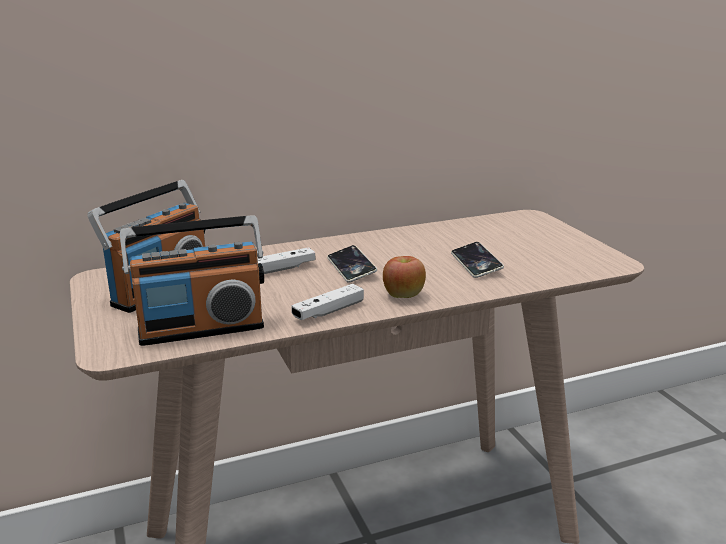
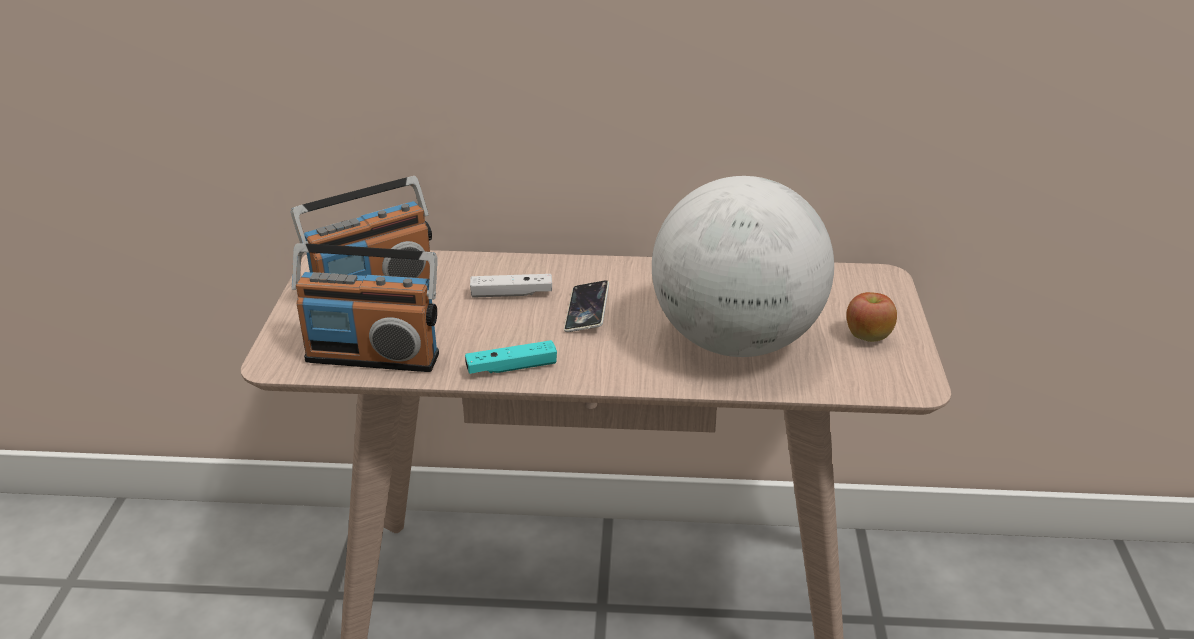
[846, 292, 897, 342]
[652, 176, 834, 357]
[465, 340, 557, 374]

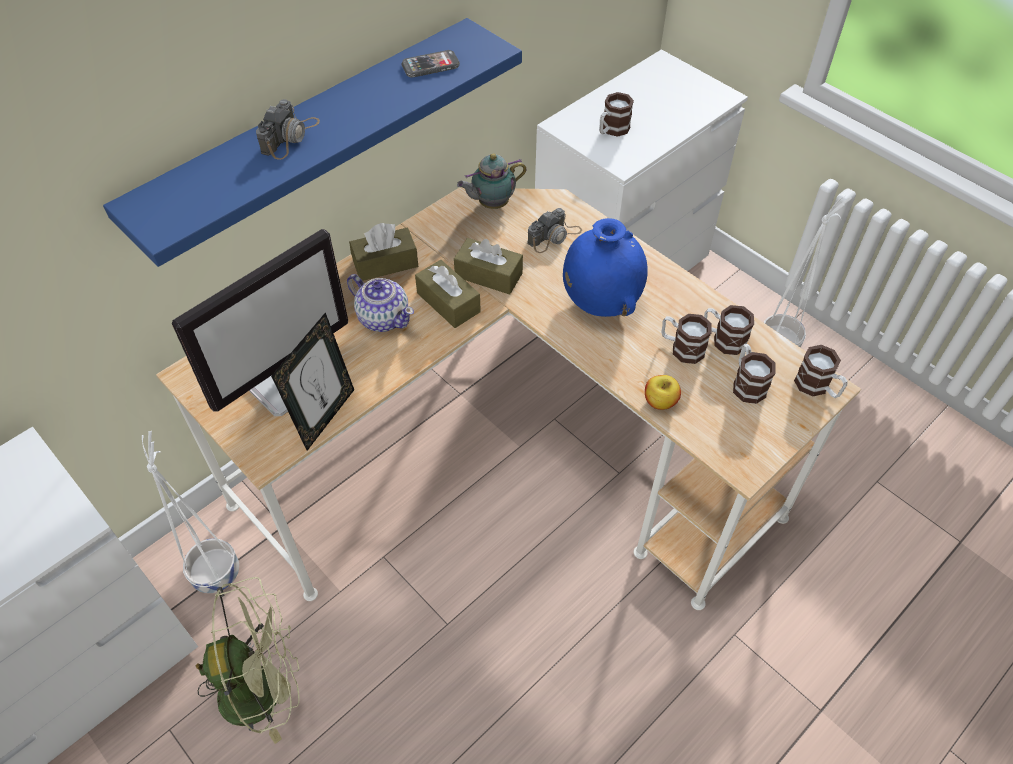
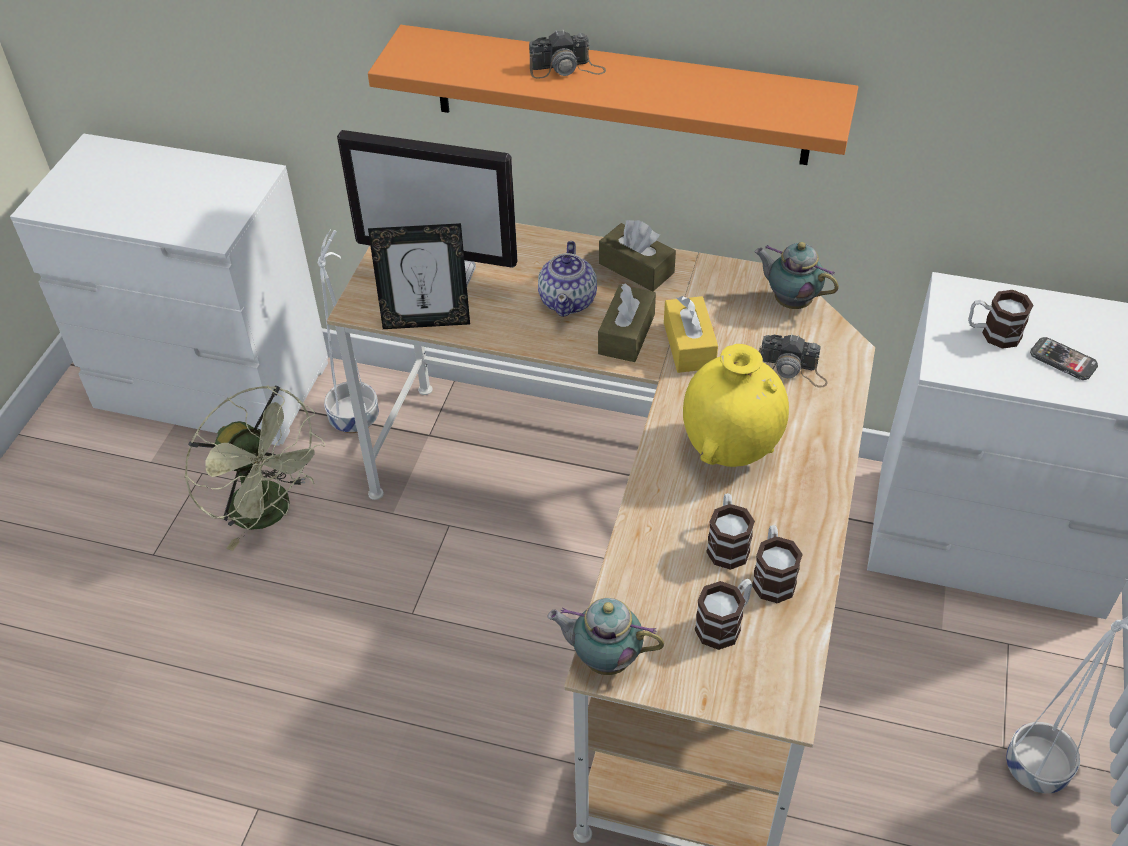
[645, 375, 681, 410] (first image)
[794, 345, 848, 398] (first image)
[548, 598, 664, 675]
[1030, 337, 1098, 380]
[368, 25, 858, 165]
[664, 296, 718, 373]
[683, 344, 789, 467]

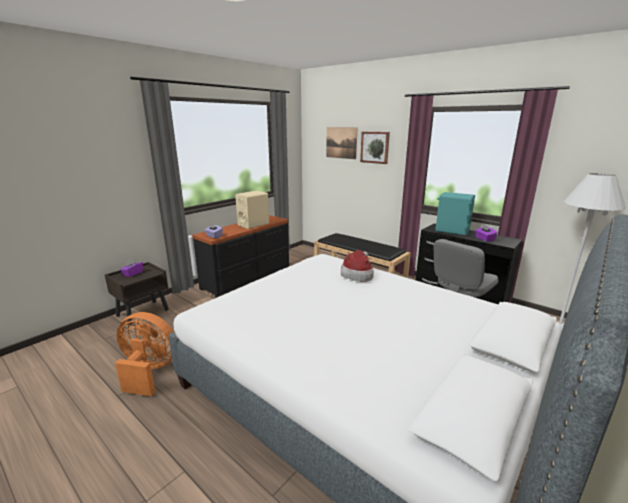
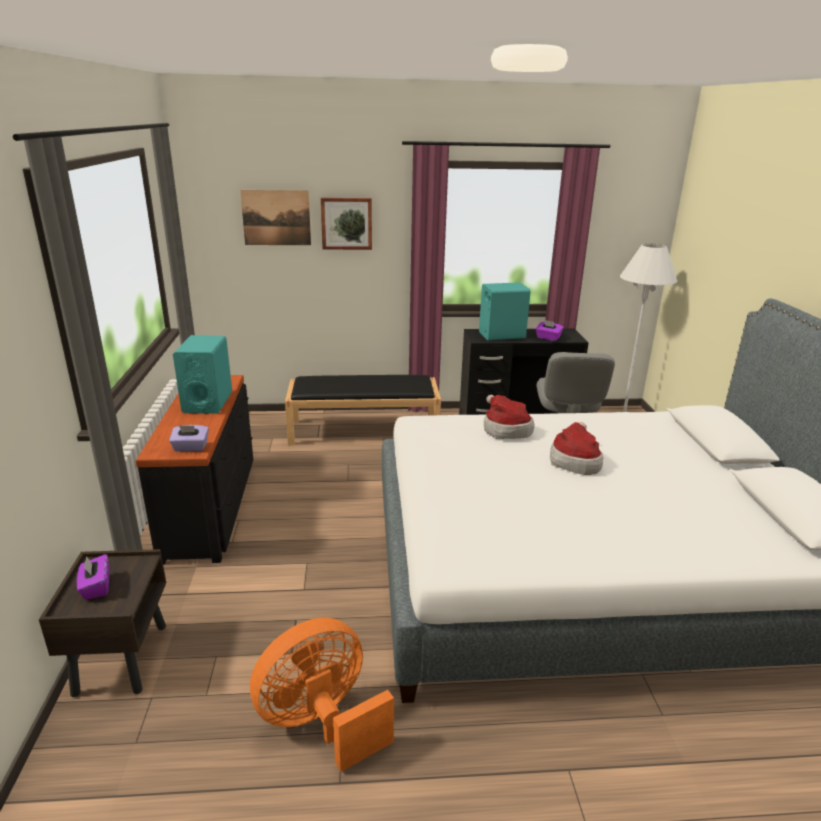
[550, 422, 603, 475]
[173, 335, 232, 414]

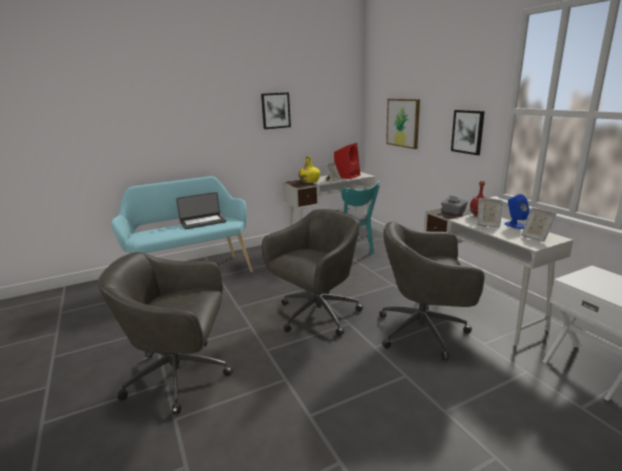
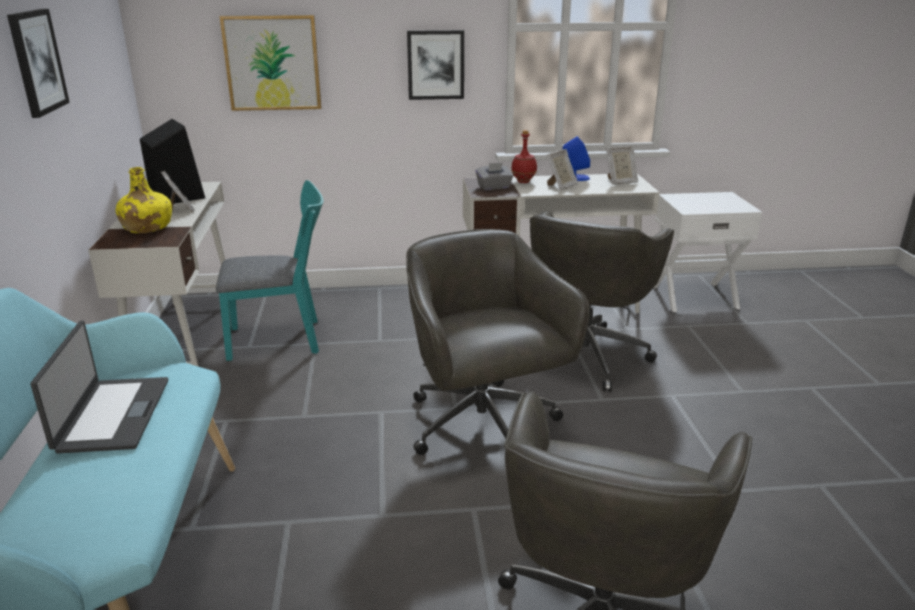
[140, 119, 205, 204]

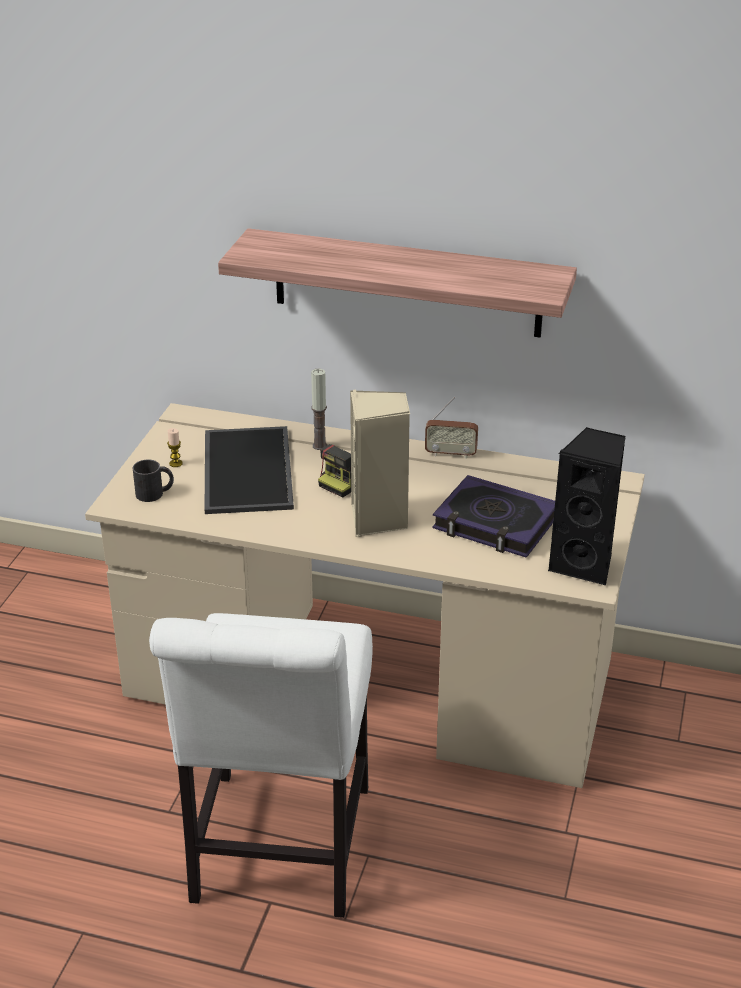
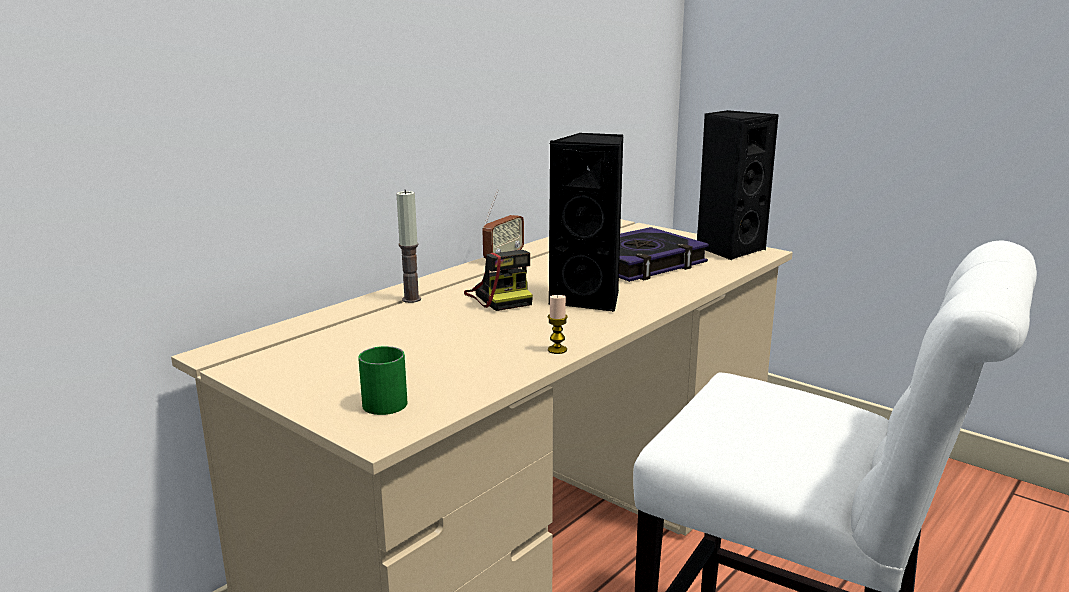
[204, 426, 294, 514] (first image)
[218, 228, 577, 338] (first image)
[548, 295, 568, 354]
[358, 346, 408, 415]
[548, 133, 623, 312]

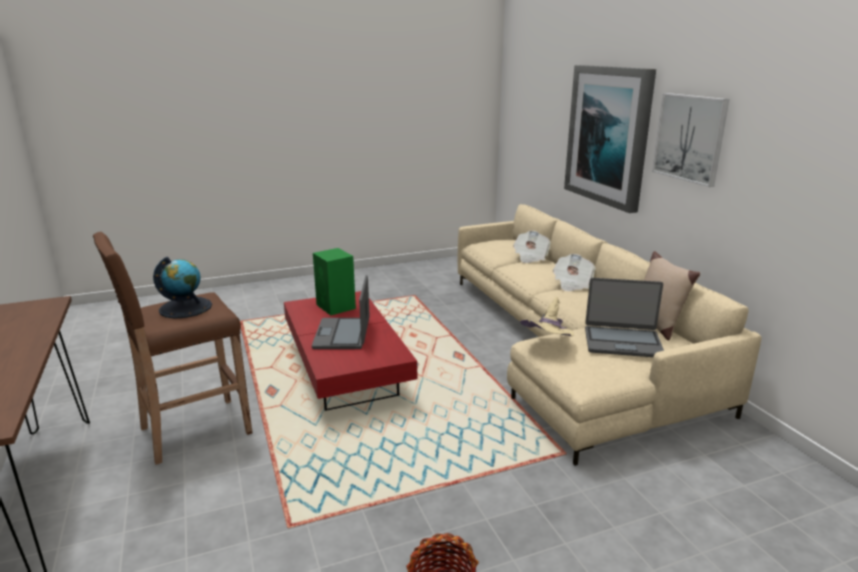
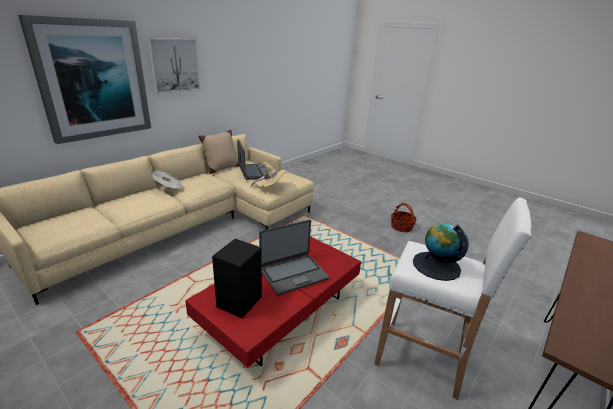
[513, 231, 551, 263] (first image)
[374, 197, 532, 400]
[212, 239, 262, 318]

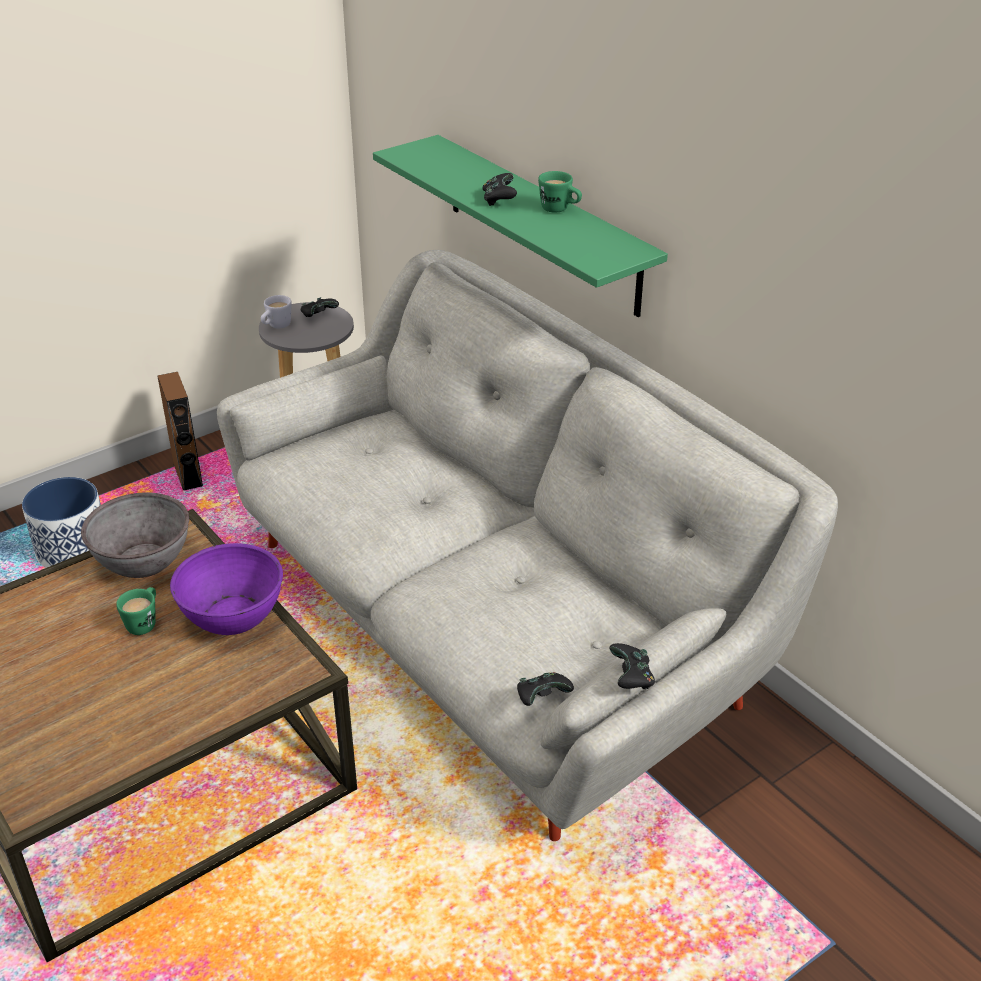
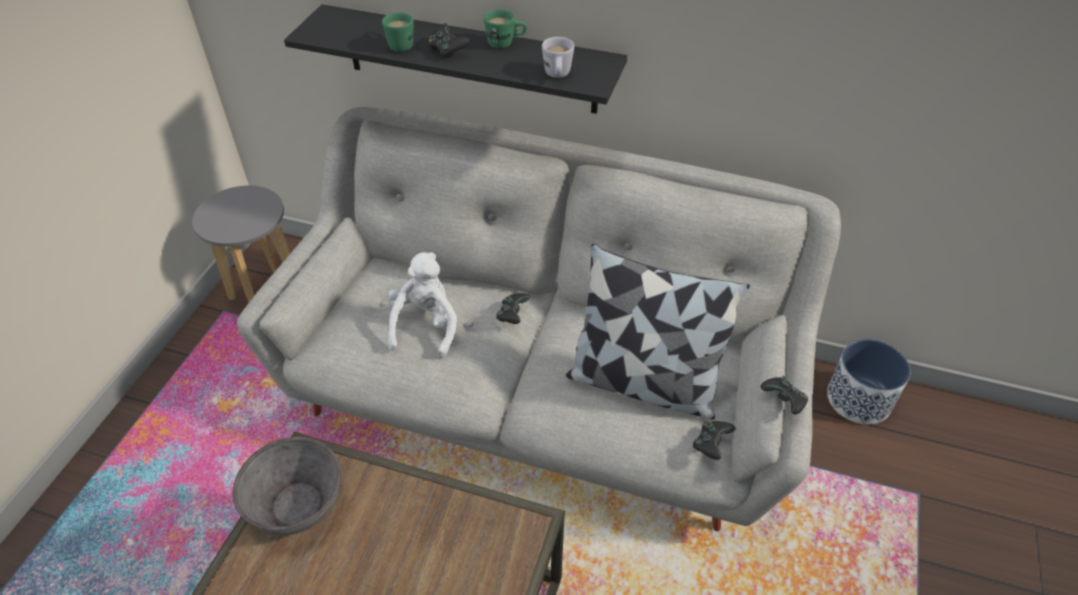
[157, 372, 203, 490] (first image)
[170, 543, 283, 635] (first image)
[388, 252, 457, 358]
[566, 244, 750, 419]
[827, 339, 910, 424]
[382, 12, 414, 52]
[542, 37, 574, 78]
[496, 293, 530, 324]
[284, 4, 627, 114]

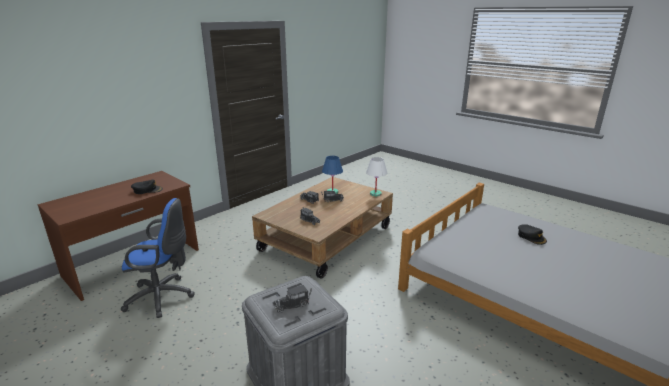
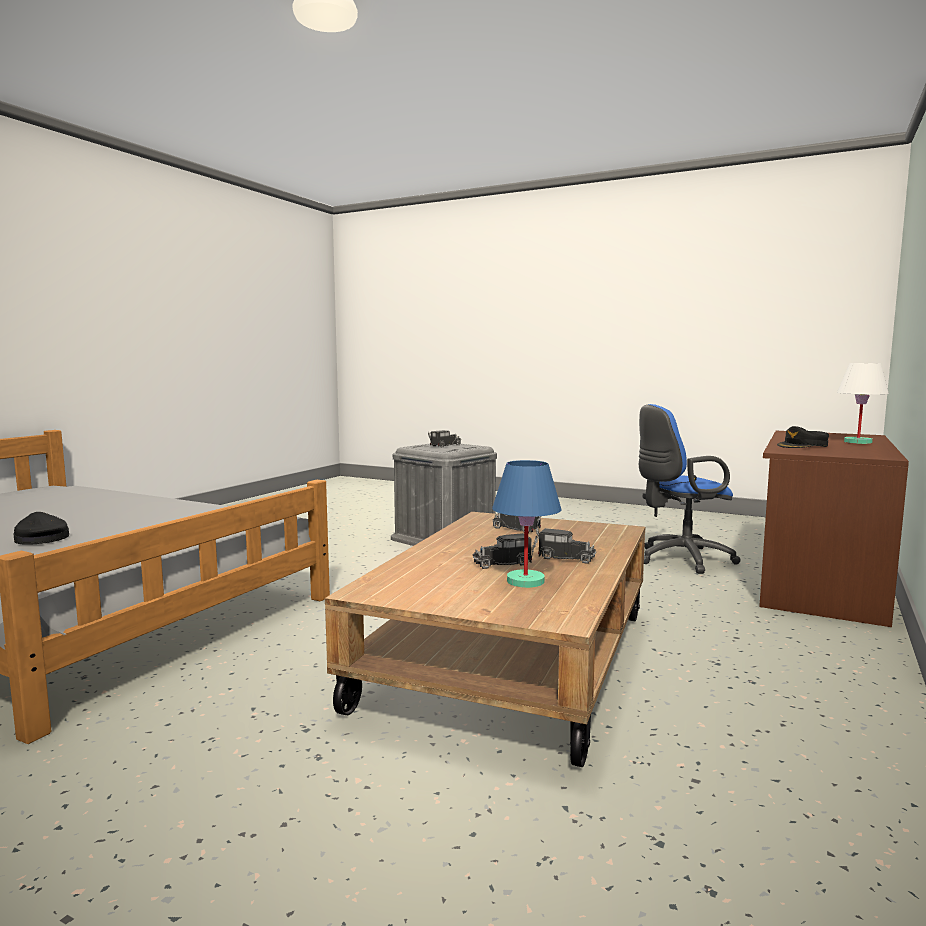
[837, 363, 889, 444]

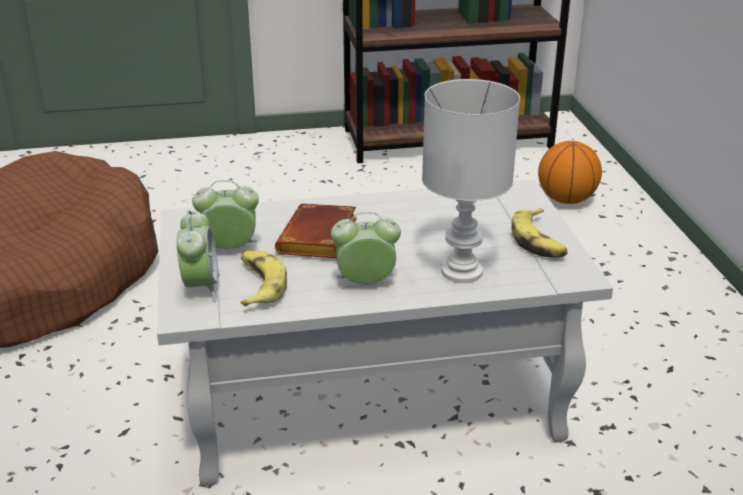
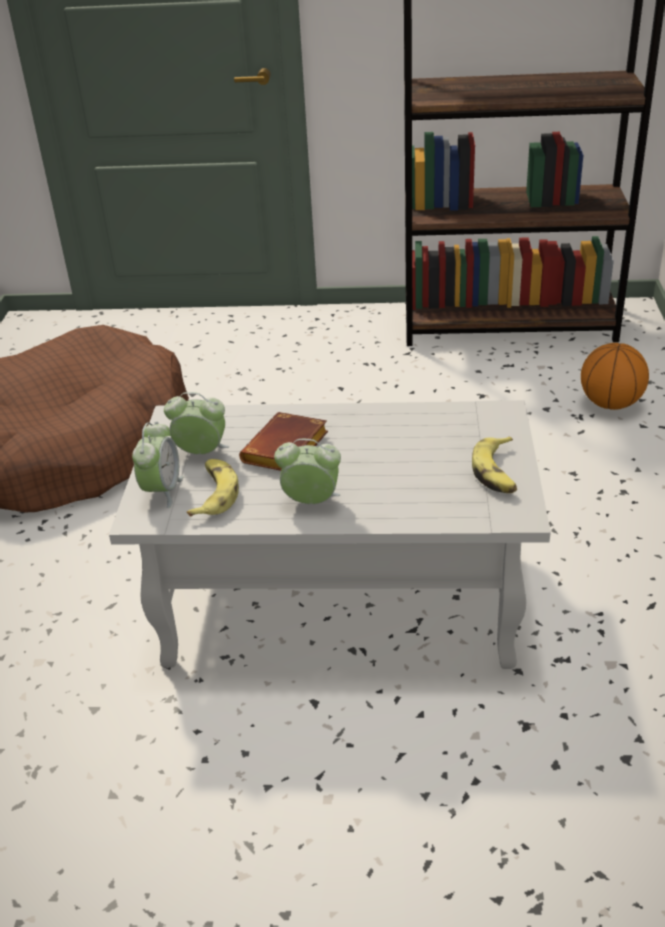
[422, 79, 520, 283] (first image)

